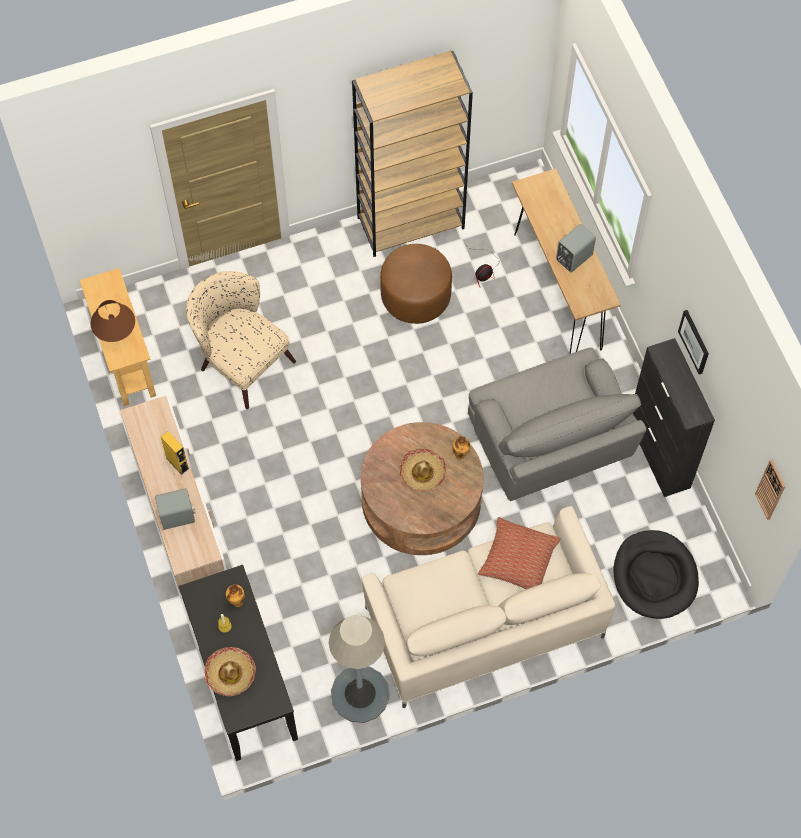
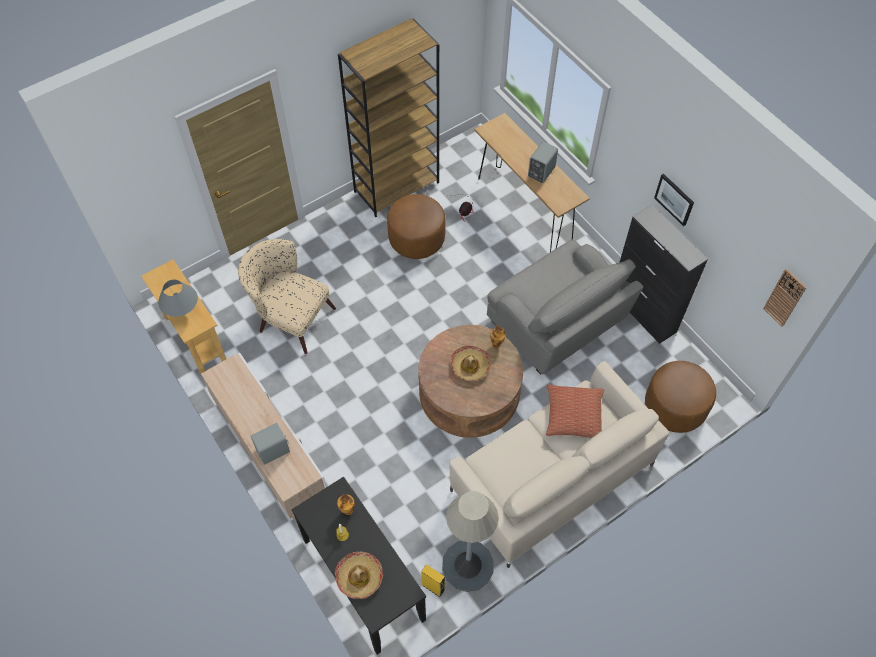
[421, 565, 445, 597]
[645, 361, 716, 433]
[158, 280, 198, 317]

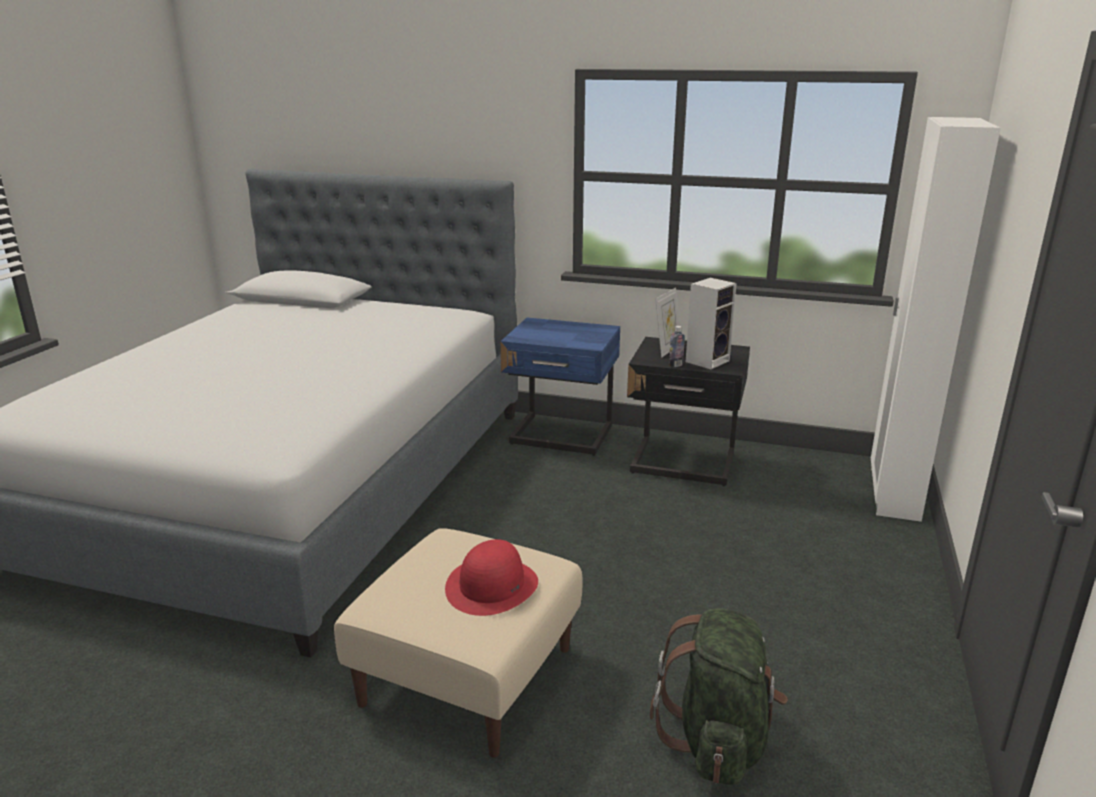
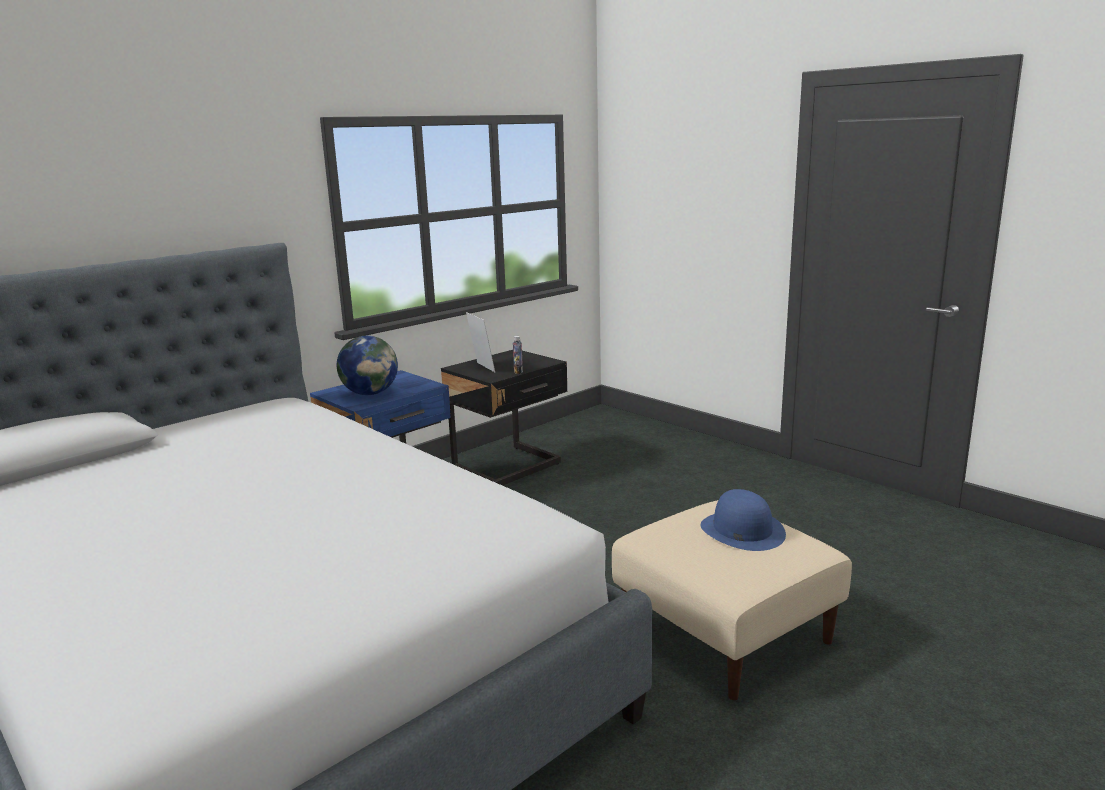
[650, 608, 788, 785] (first image)
[686, 278, 737, 369] (first image)
[871, 117, 1001, 522] (first image)
[337, 336, 398, 395]
[701, 489, 786, 551]

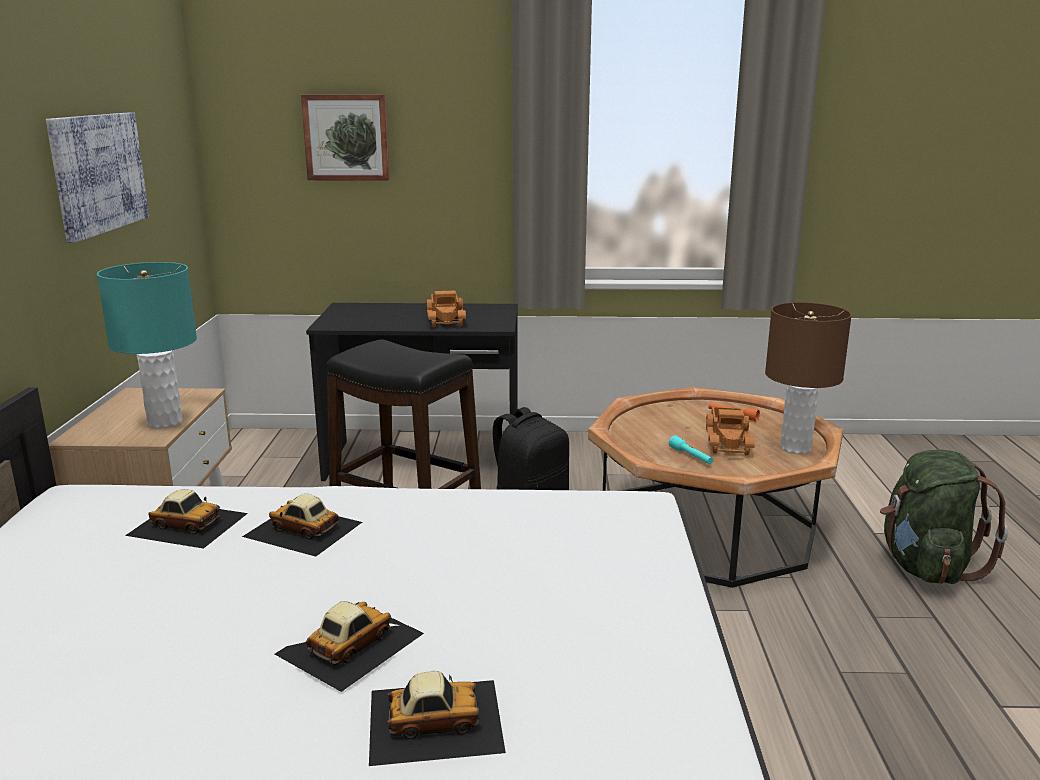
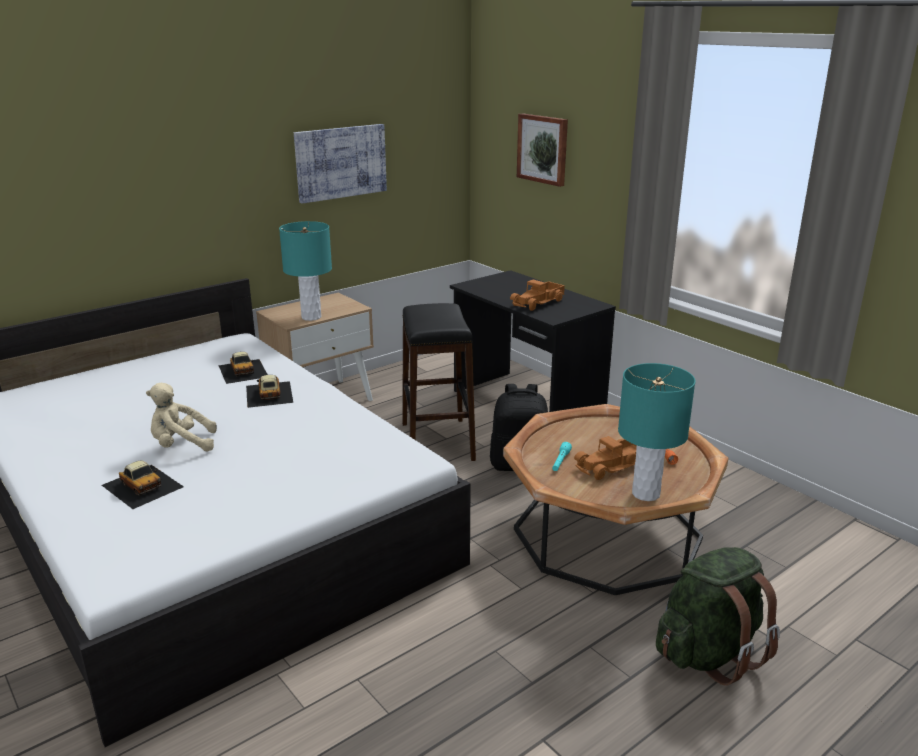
[146, 383, 217, 451]
[618, 363, 696, 501]

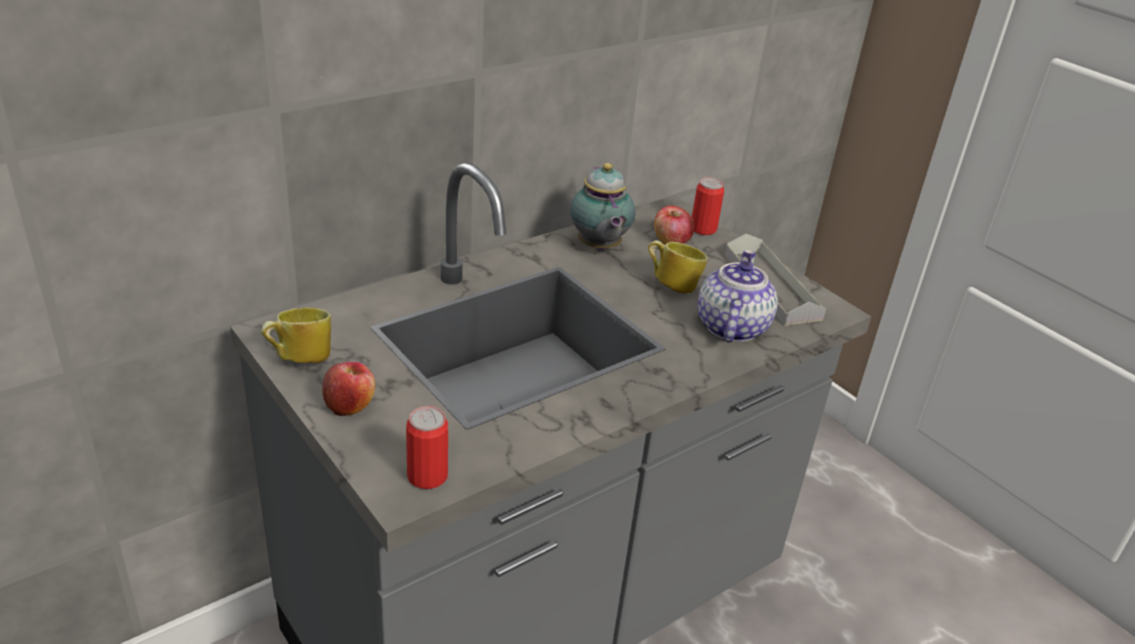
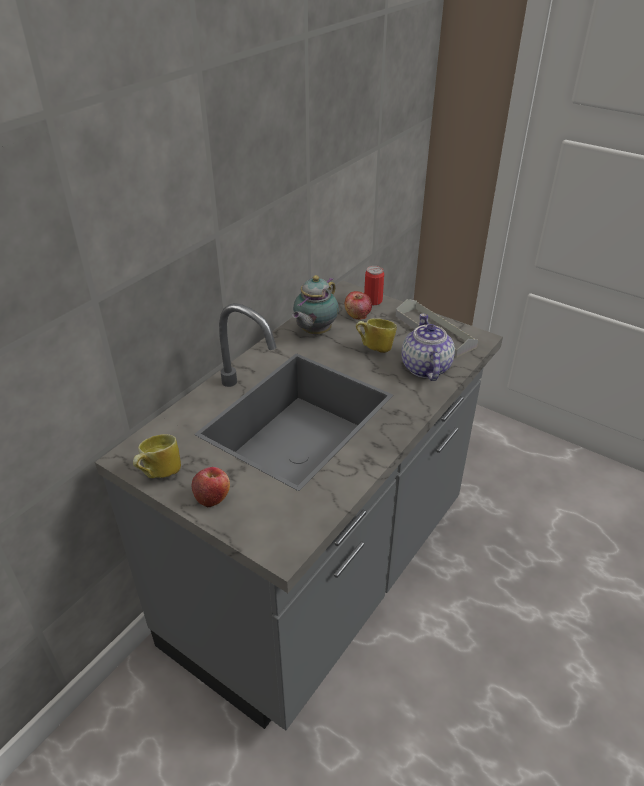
[406, 406, 448, 489] (first image)
[292, 275, 339, 334]

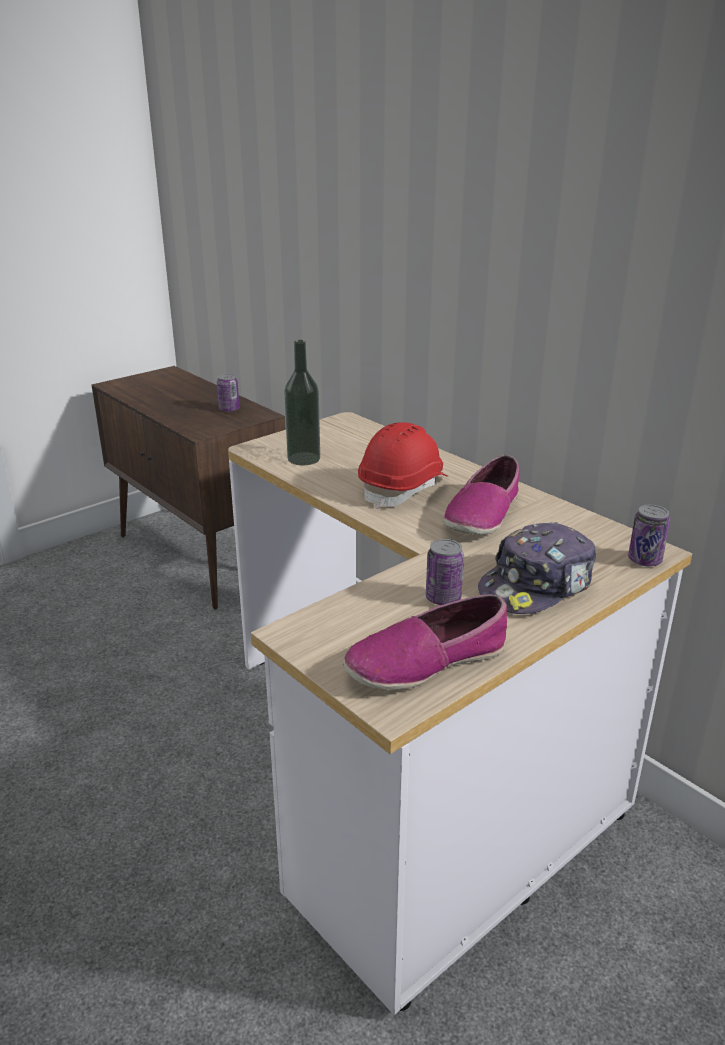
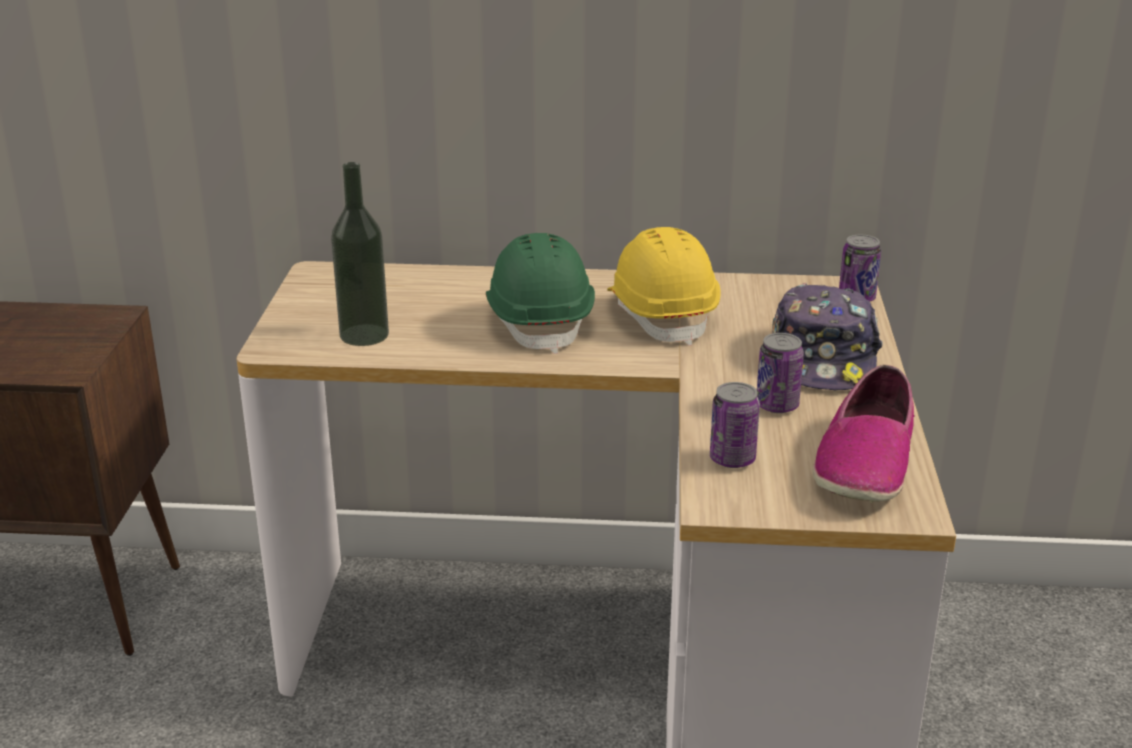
[710, 382, 760, 468]
[607, 227, 721, 346]
[486, 233, 595, 354]

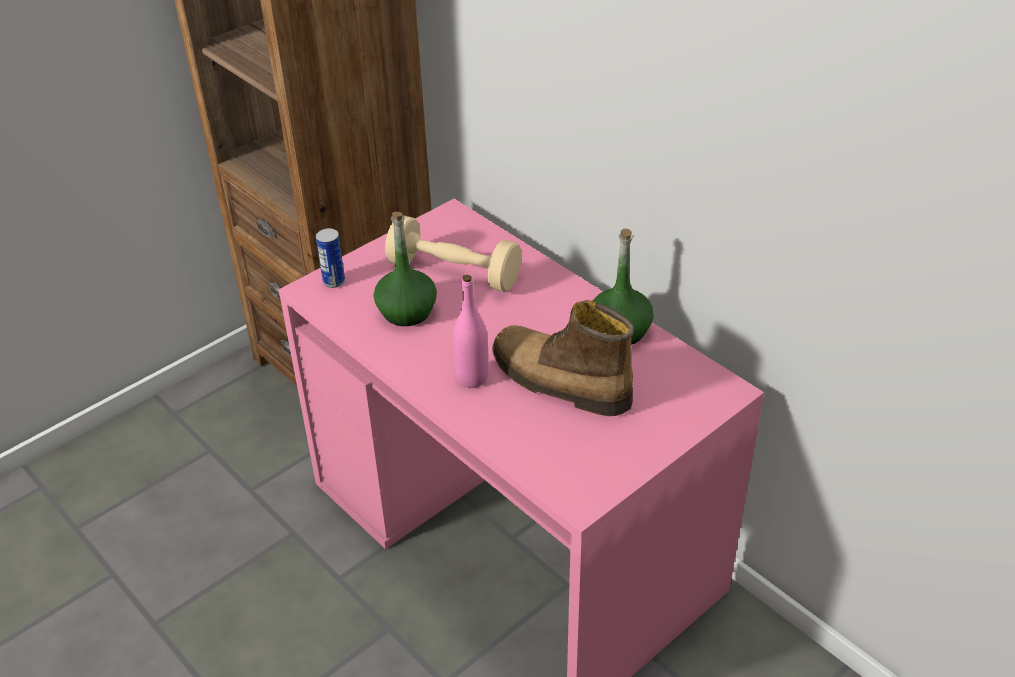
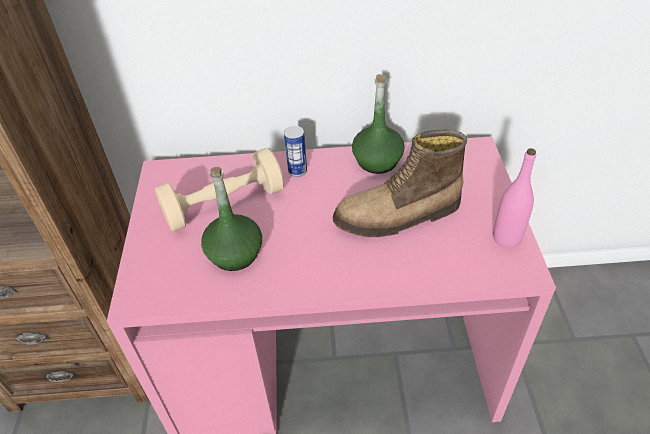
[284, 126, 307, 177]
[493, 148, 536, 248]

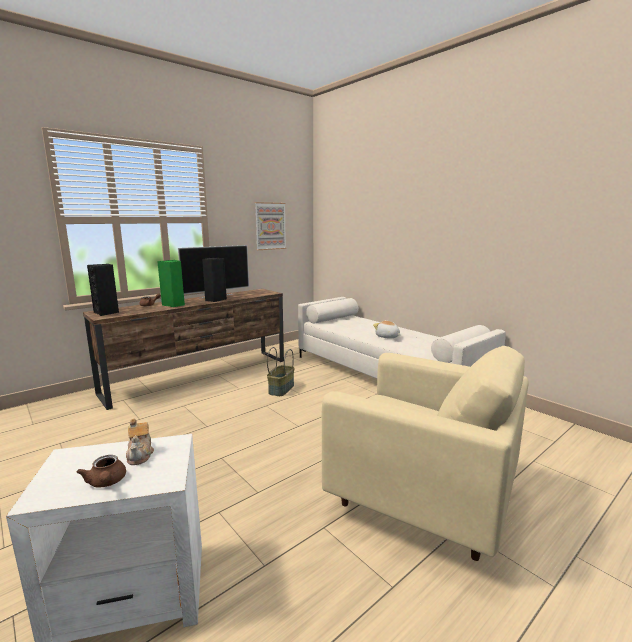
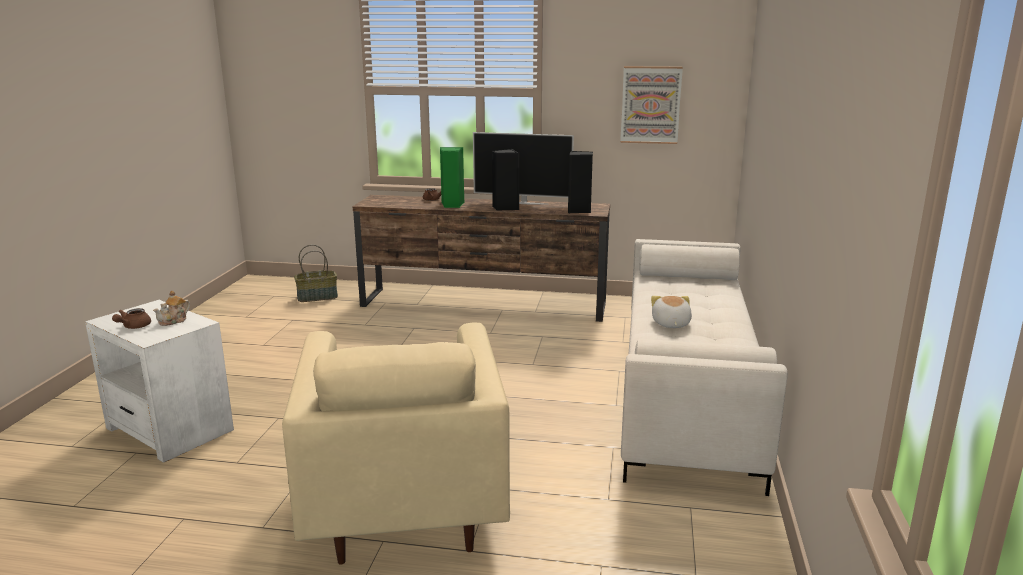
[568, 151, 593, 213]
[294, 244, 338, 302]

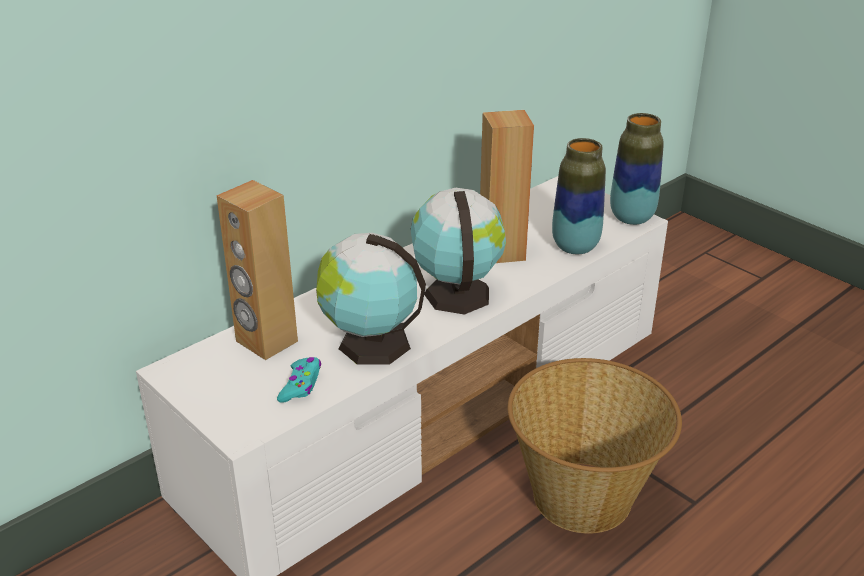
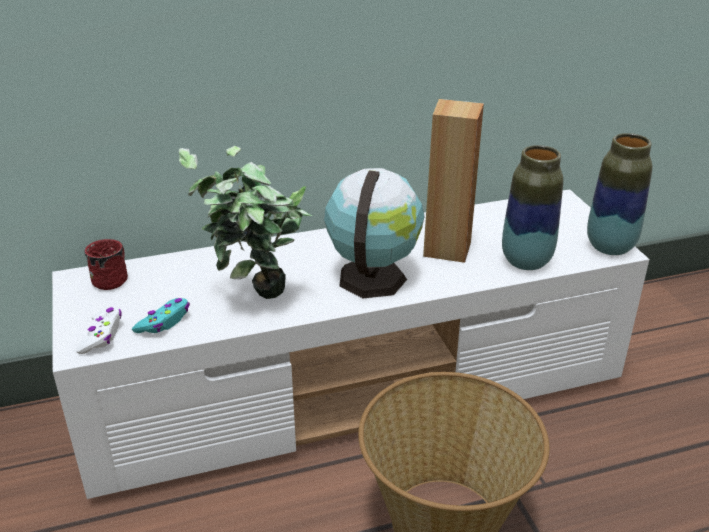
[216, 180, 298, 360] (first image)
[76, 307, 122, 354]
[84, 239, 128, 290]
[179, 146, 312, 299]

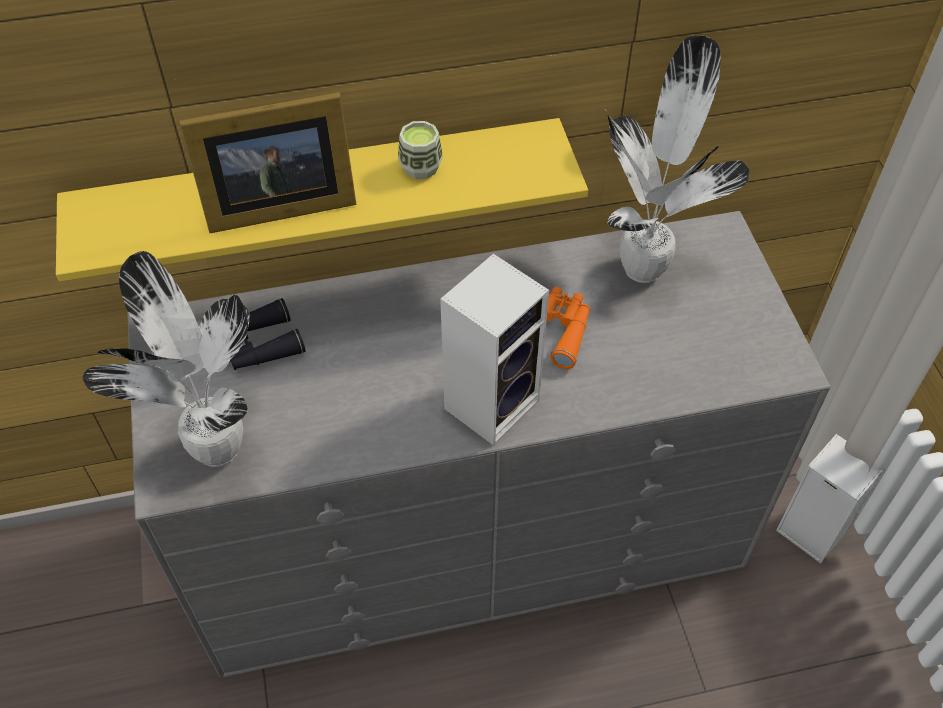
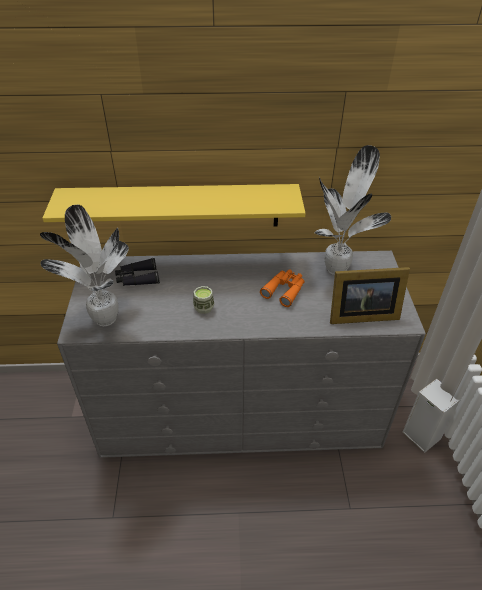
[440, 254, 549, 446] (first image)
[330, 267, 410, 324]
[193, 286, 215, 314]

